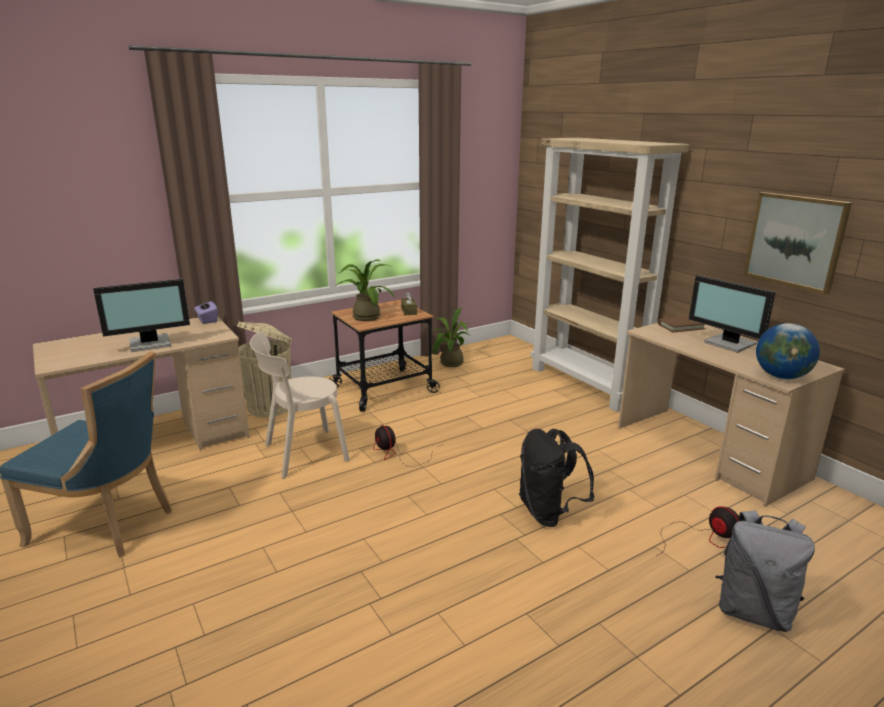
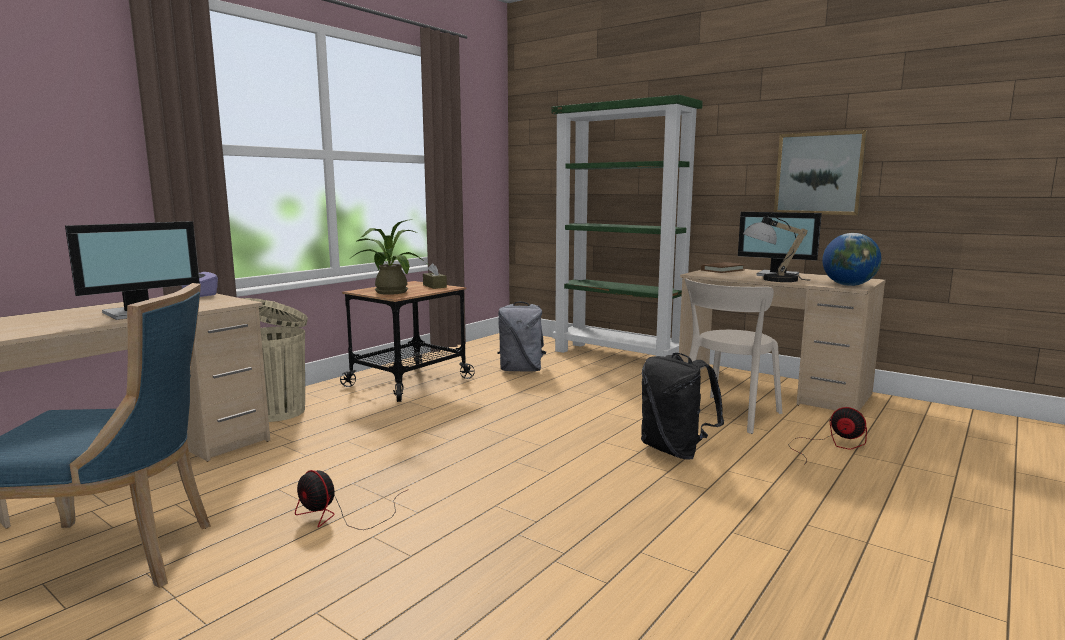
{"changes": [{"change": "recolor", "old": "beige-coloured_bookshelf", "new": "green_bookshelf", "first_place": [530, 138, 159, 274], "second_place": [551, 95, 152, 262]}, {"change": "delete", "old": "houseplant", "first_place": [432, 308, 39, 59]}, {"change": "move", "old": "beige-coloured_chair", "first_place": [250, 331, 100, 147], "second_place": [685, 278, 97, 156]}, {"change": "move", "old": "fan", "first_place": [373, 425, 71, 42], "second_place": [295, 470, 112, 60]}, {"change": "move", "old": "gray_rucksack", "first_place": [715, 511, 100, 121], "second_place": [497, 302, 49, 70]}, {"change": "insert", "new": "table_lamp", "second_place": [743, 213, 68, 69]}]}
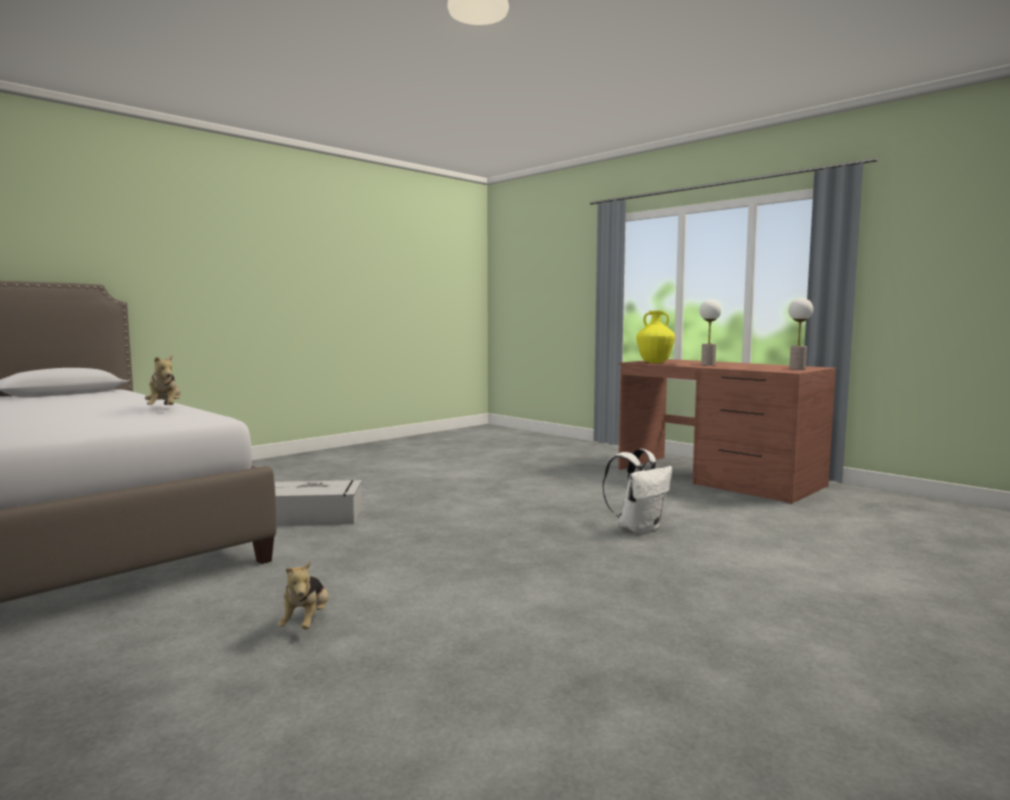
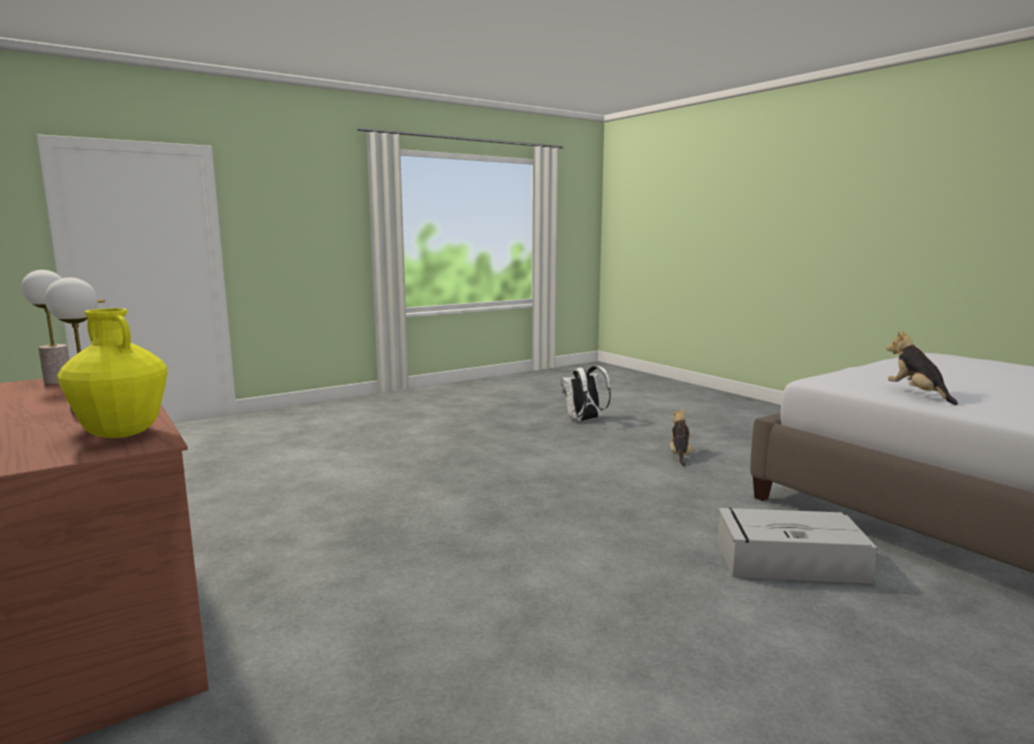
{"changes": [{"change": "move", "old": "white_rucksack", "first_place": [602, 449, 70, 85], "second_place": [561, 366, 50, 56]}]}
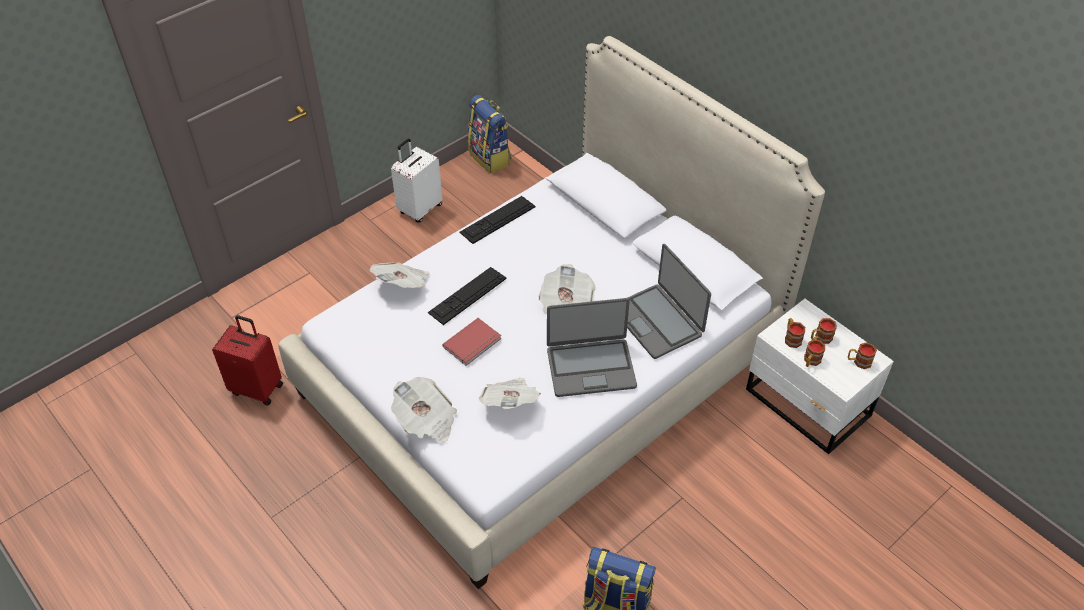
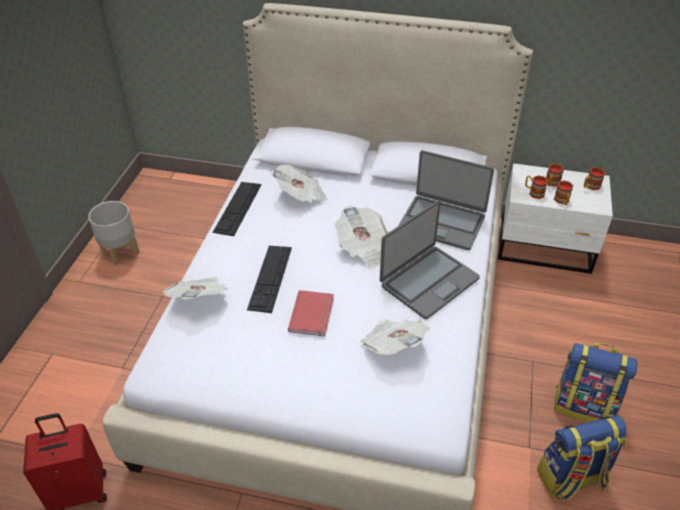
{"changes": [{"change": "move", "old": "rucksack", "first_place": [468, 95, 43, 78], "second_place": [554, 343, 83, 79]}, {"change": "replace", "old": "white_travel_case", "new": "gray_plant_pot", "first_place": [391, 138, 51, 85], "second_place": [88, 201, 51, 65]}, {"change": "move", "old": "printed_paper", "first_place": [391, 377, 66, 65], "second_place": [271, 165, 57, 38]}]}
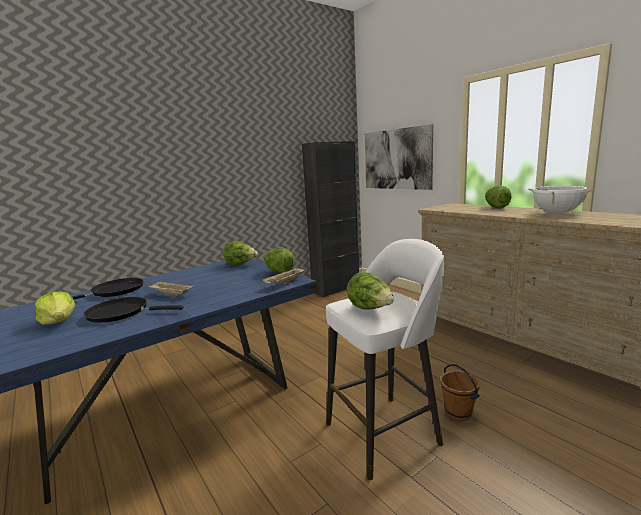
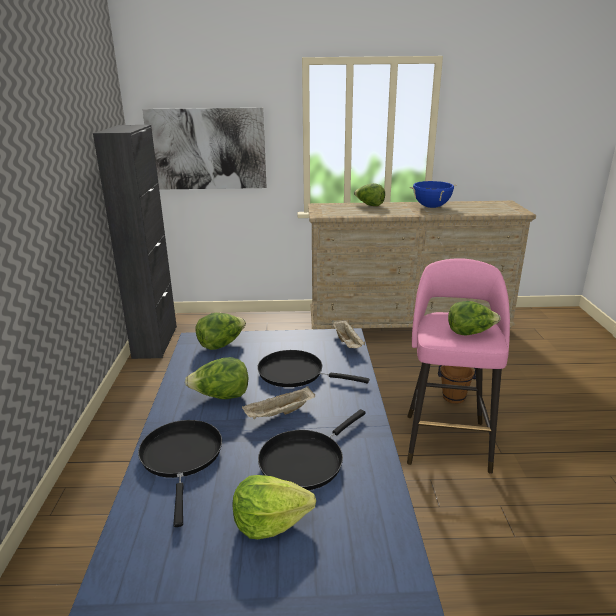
{"changes": [{"change": "recolor", "old": "white_cooking_pot", "new": "blue-coloured_cooking_pot", "first_place": [528, 186, 66, 28], "second_place": [410, 181, 47, 27]}, {"change": "recolor", "old": "white_stool", "new": "pink-coloured_stool", "first_place": [326, 239, 118, 241], "second_place": [407, 258, 103, 216]}, {"change": "move", "old": "lettuce", "first_place": [264, 247, 31, 27], "second_place": [185, 357, 64, 42]}, {"change": "insert", "new": "blackish_pan", "second_place": [257, 350, 112, 37]}]}
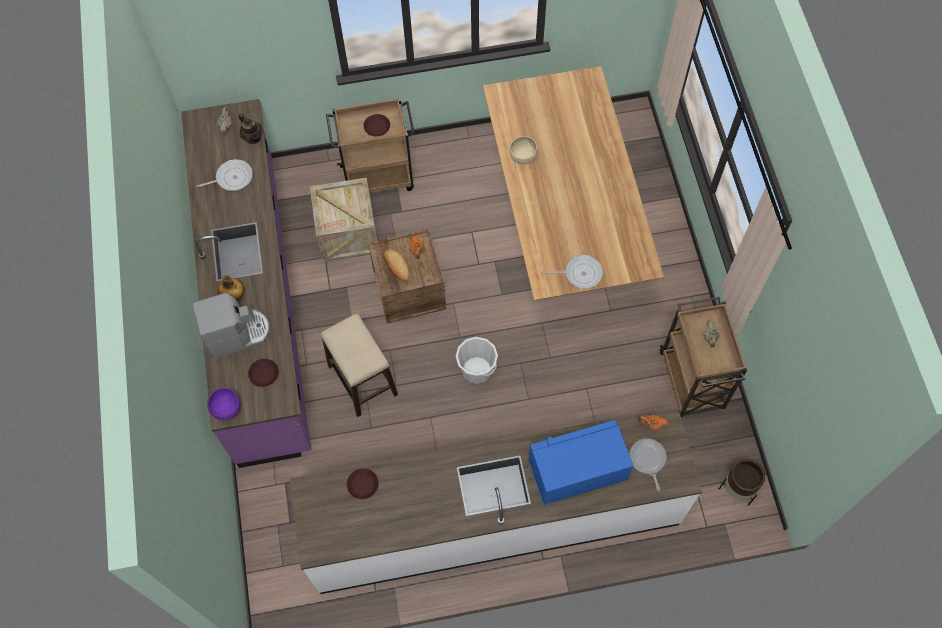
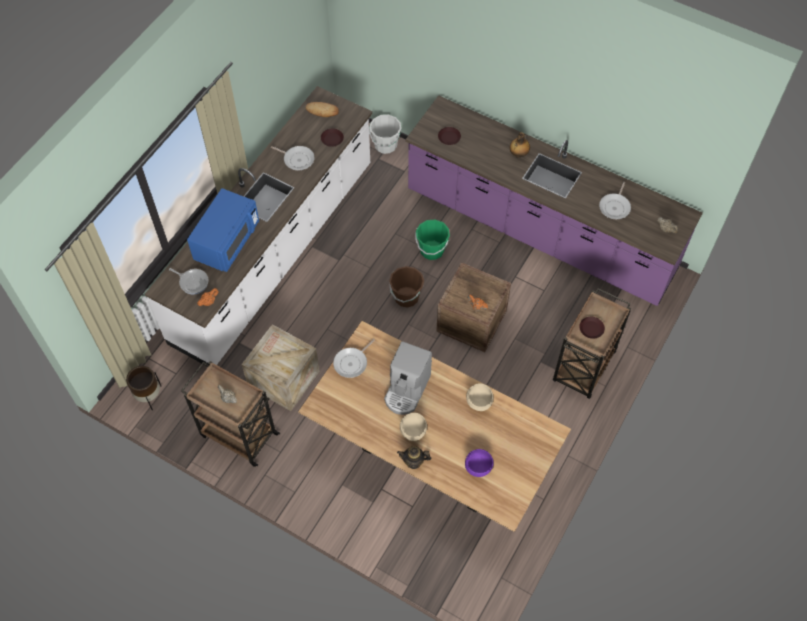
{"changes": [{"change": "move", "old": "pot_for_tea", "first_place": [238, 113, 24, 31], "second_place": [397, 446, 35, 23]}, {"change": "move", "old": "crate", "first_place": [310, 178, 67, 84], "second_place": [242, 324, 78, 87]}, {"change": "move", "old": "bakery_bread", "first_place": [383, 249, 27, 32], "second_place": [305, 102, 34, 15]}, {"change": "move", "old": "coffee_brewer", "first_place": [192, 293, 78, 66], "second_place": [384, 341, 48, 74]}, {"change": "replace", "old": "stool", "new": "green_bucket", "first_place": [321, 314, 77, 103], "second_place": [415, 220, 35, 40]}, {"change": "move", "old": "white_bucket", "first_place": [456, 337, 42, 47], "second_place": [369, 115, 32, 39]}, {"change": "move", "old": "purple-coloured_deep_dish", "first_place": [207, 388, 33, 32], "second_place": [465, 449, 29, 28]}, {"change": "insert", "new": "pan", "second_place": [271, 146, 43, 24]}, {"change": "insert", "new": "brownish_bucket", "second_place": [389, 266, 35, 41]}, {"change": "insert", "new": "beige-coloured_deep_dish", "second_place": [400, 413, 27, 28]}]}
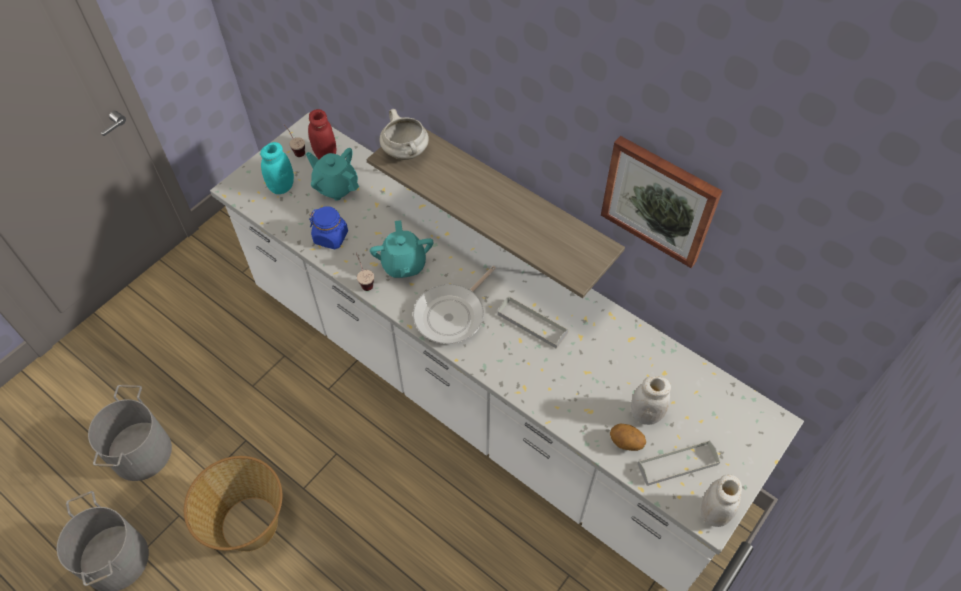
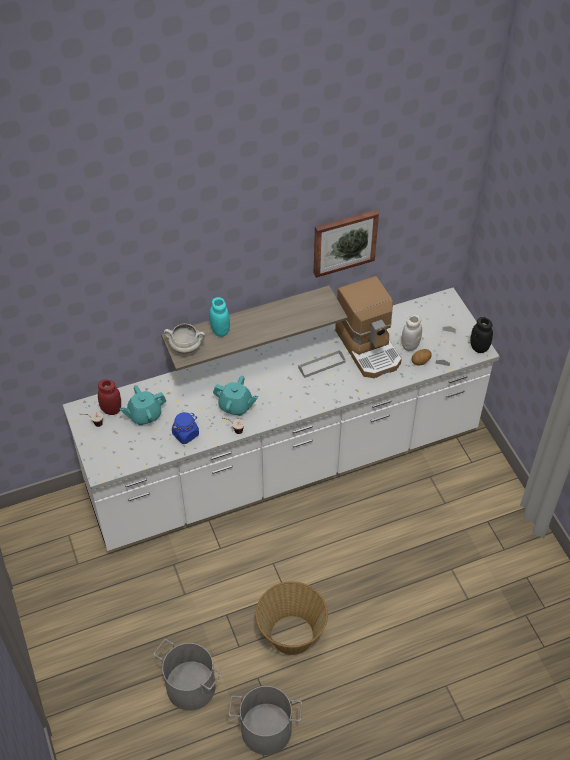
{"changes": [{"change": "move", "old": "turquoise-coloured_storage_jar", "first_place": [260, 142, 34, 52], "second_place": [209, 297, 21, 40]}, {"change": "delete", "old": "pan", "first_place": [413, 266, 83, 78]}, {"change": "recolor", "old": "white_storage_jar", "new": "blackish_storage_jar", "first_place": [700, 474, 42, 53], "second_place": [470, 317, 23, 36]}, {"change": "insert", "new": "coffee_brewer", "second_place": [335, 276, 67, 102]}]}
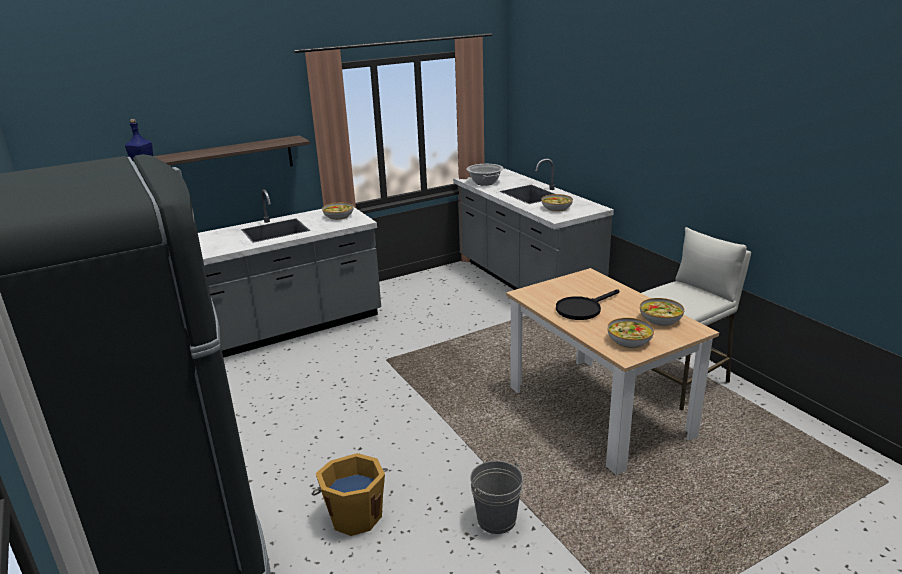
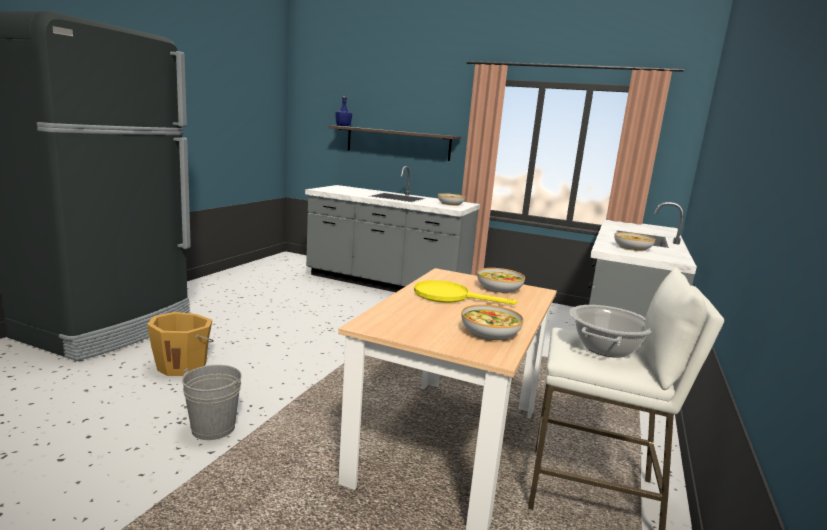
{"changes": [{"change": "move", "old": "cooking_pot", "first_place": [467, 164, 37, 21], "second_place": [570, 305, 82, 53]}, {"change": "recolor", "old": "blackish_pan", "new": "yellow_pan", "first_place": [556, 289, 63, 31], "second_place": [414, 280, 103, 25]}, {"change": "move", "old": "deep_dish", "first_place": [607, 318, 47, 30], "second_place": [477, 268, 48, 26]}]}
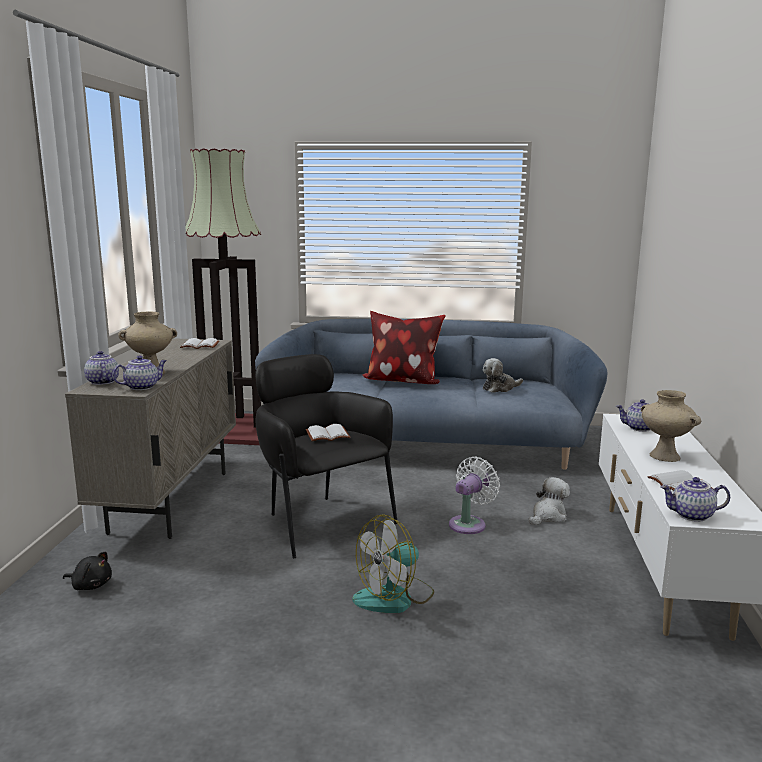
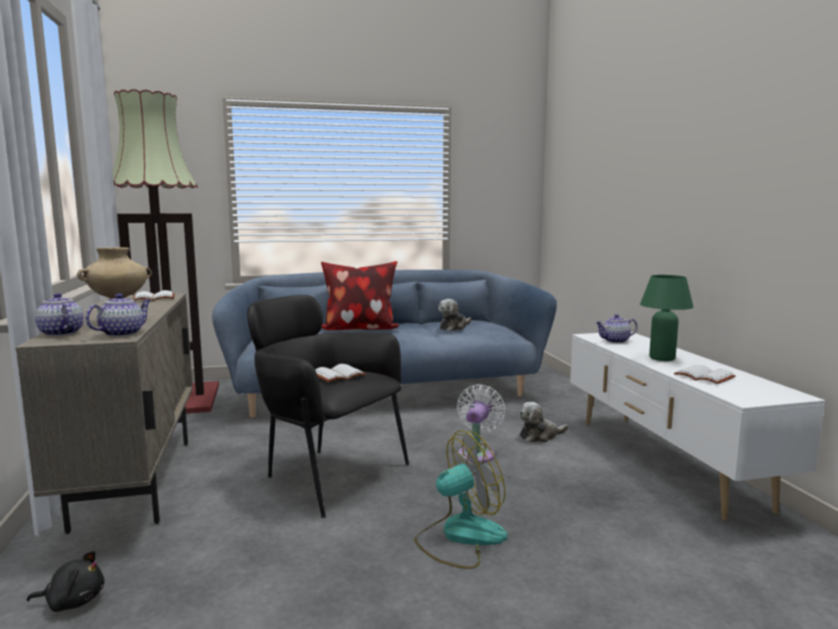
{"changes": [{"change": "replace", "old": "beige-coloured_decorative_vase", "new": "green_table_lamp", "first_place": [641, 390, 60, 72], "second_place": [640, 275, 54, 86]}, {"change": "rotate", "old": "plush_toy", "first_place": [529, 477, 41, 48], "second_place": [519, 402, 49, 40], "degrees": -135}, {"change": "delete", "old": "pot_for_tea", "first_place": [660, 477, 70, 45]}, {"change": "rotate", "old": "fan", "first_place": [352, 514, 82, 99], "second_place": [414, 430, 94, 139], "degrees": -150}]}
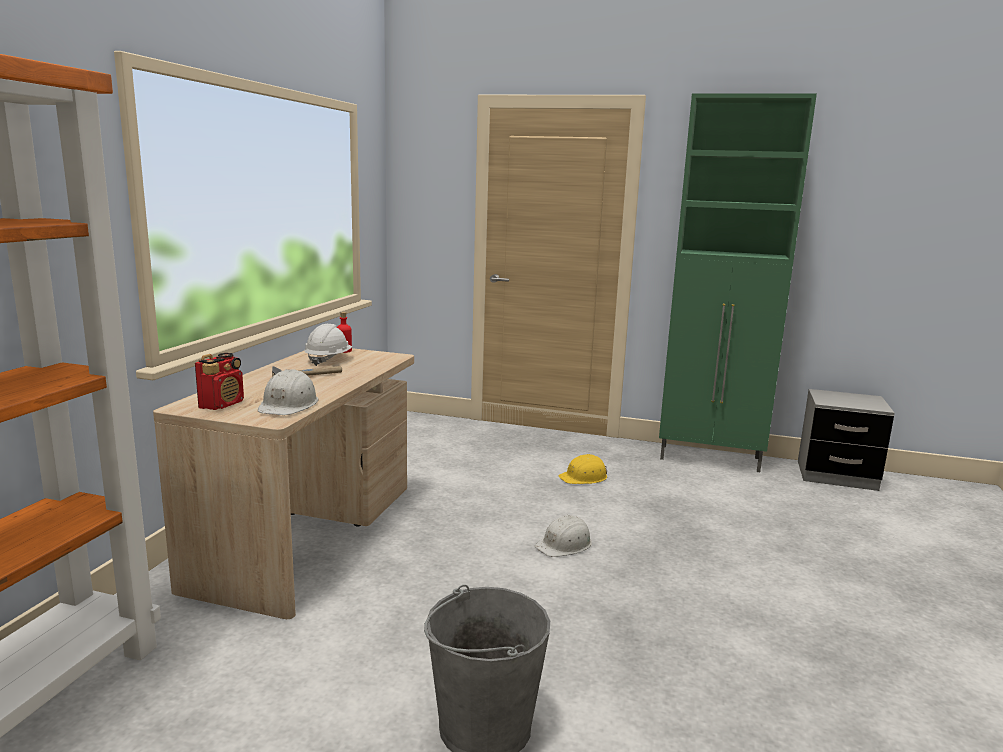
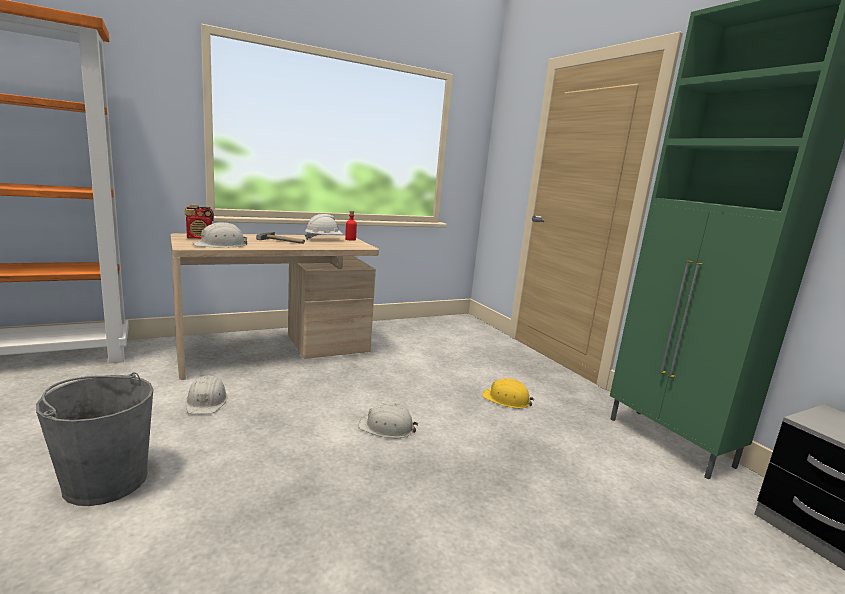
{"changes": [{"change": "insert", "new": "white_hard_hat", "second_place": [186, 375, 42, 39]}]}
